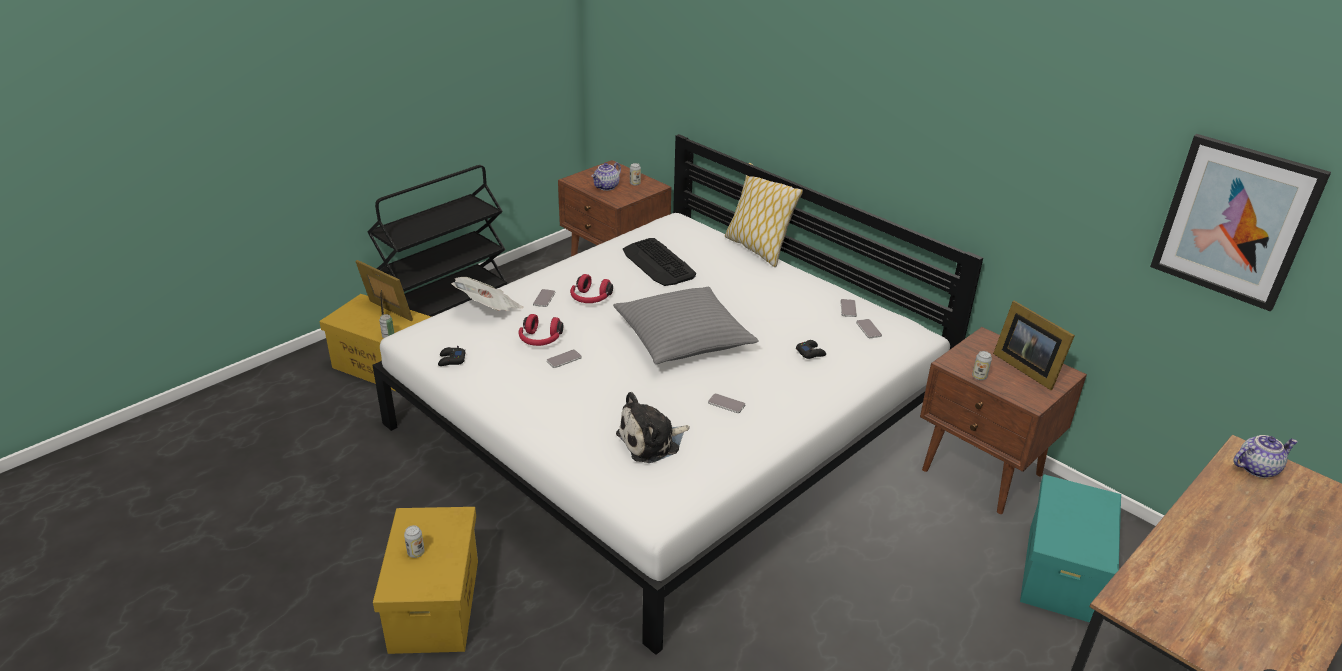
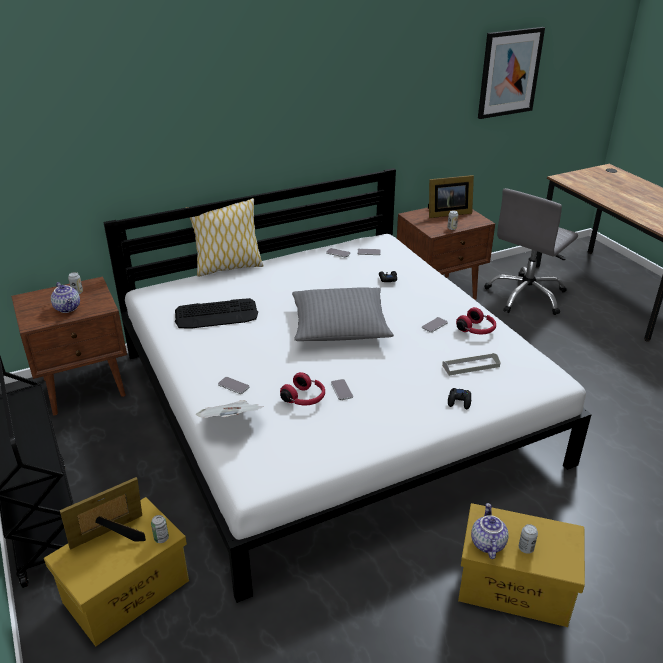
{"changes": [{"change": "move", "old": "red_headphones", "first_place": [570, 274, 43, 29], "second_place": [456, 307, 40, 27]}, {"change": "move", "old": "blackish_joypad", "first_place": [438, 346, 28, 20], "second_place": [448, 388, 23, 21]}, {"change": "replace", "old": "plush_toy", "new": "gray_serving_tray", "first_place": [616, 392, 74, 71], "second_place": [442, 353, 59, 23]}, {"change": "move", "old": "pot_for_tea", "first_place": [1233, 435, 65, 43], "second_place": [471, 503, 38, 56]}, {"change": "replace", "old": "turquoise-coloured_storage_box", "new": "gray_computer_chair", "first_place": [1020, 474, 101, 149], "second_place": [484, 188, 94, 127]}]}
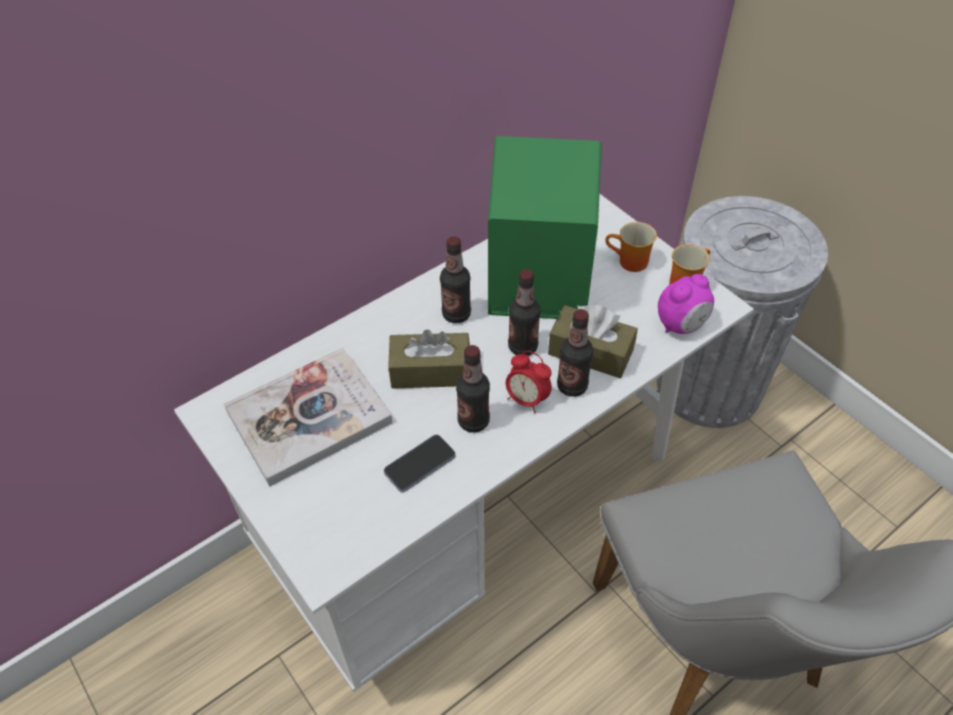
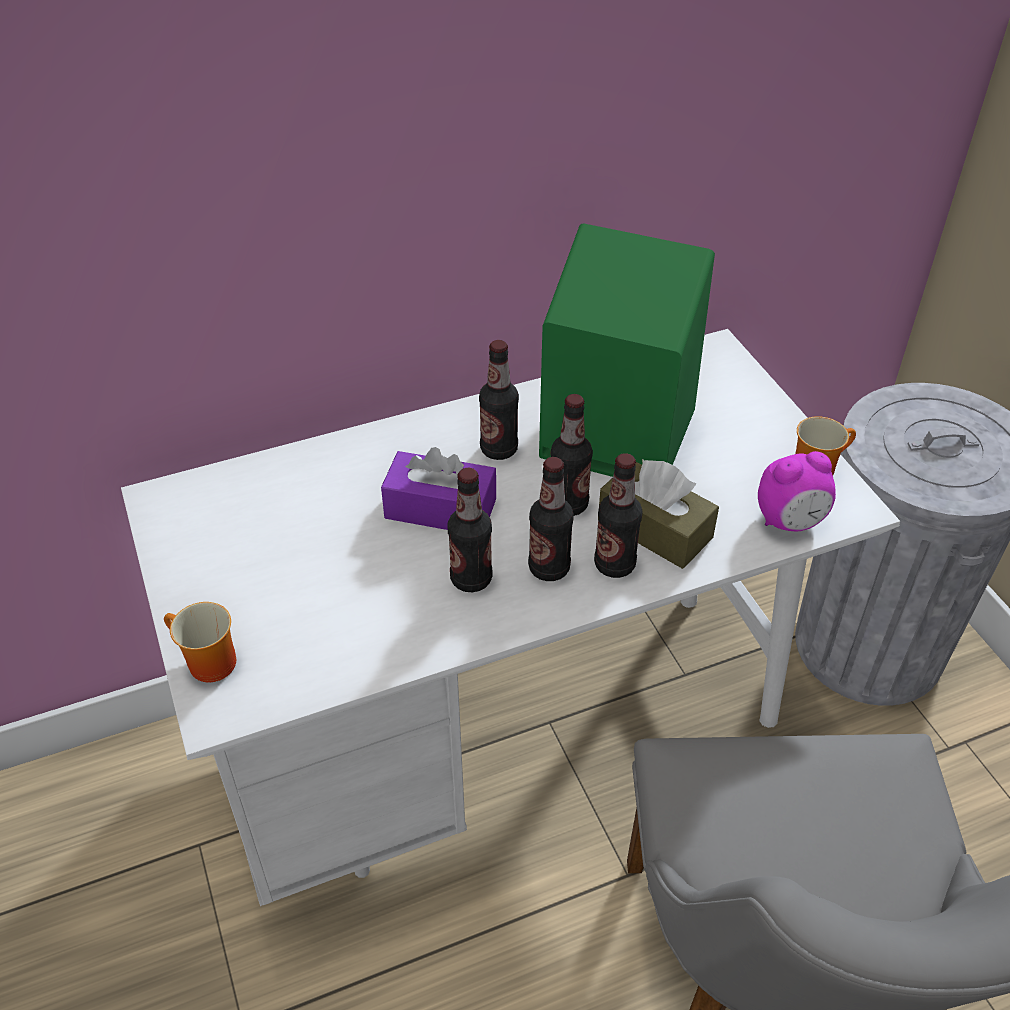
{"changes": [{"change": "move", "old": "coffee_mug", "first_place": [605, 222, 52, 50], "second_place": [164, 602, 72, 81]}, {"change": "recolor", "old": "brownish_tissue_box", "new": "purple-coloured_tissue_box", "first_place": [388, 329, 82, 60], "second_place": [381, 447, 115, 83]}, {"change": "delete", "old": "book", "first_place": [224, 348, 168, 139]}, {"change": "replace", "old": "alarm_clock", "new": "drink_bottle", "first_place": [506, 351, 46, 62], "second_place": [528, 457, 46, 124]}, {"change": "delete", "old": "handset", "first_place": [384, 435, 72, 57]}]}
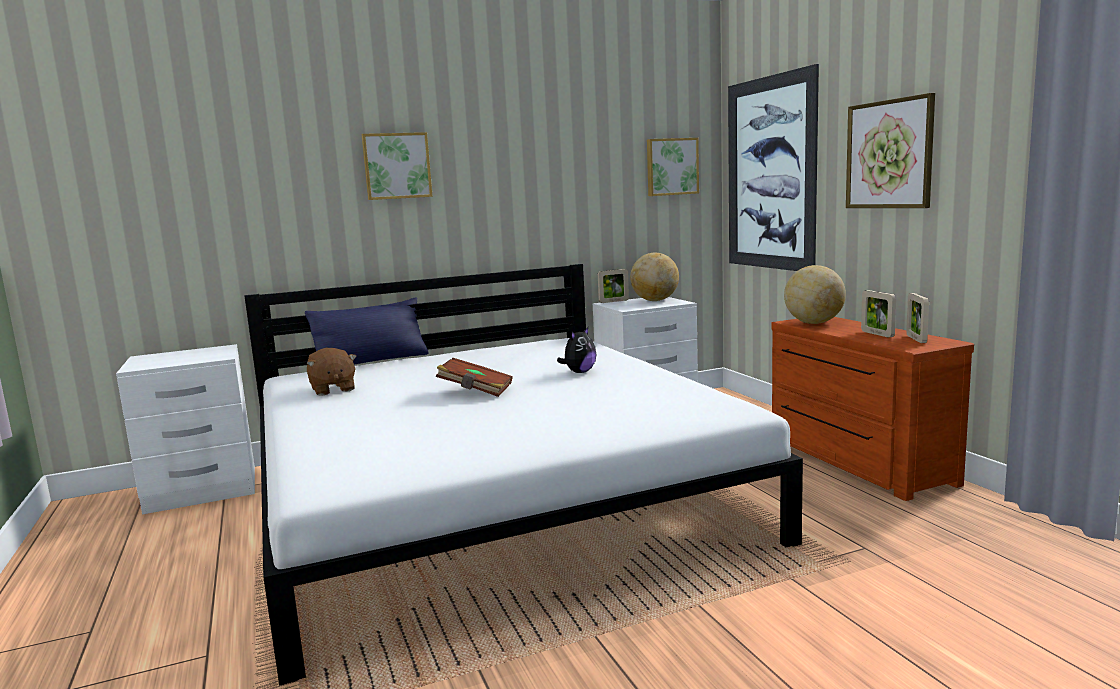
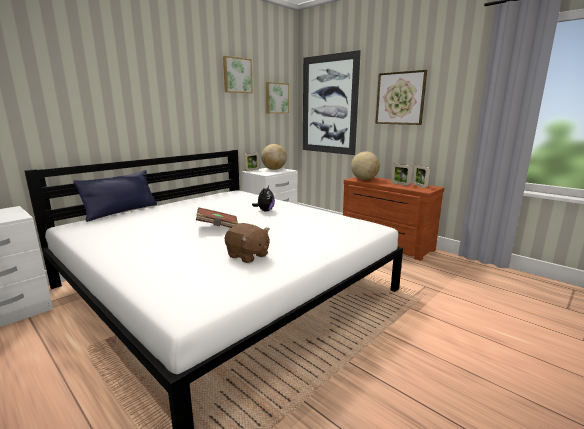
{"changes": [{"change": "move", "old": "wall_picture", "first_place": [362, 132, 71, 68], "second_place": [223, 56, 30, 37]}, {"change": "move", "old": "brownish_plush_toy", "first_place": [307, 348, 50, 48], "second_place": [224, 223, 46, 40]}]}
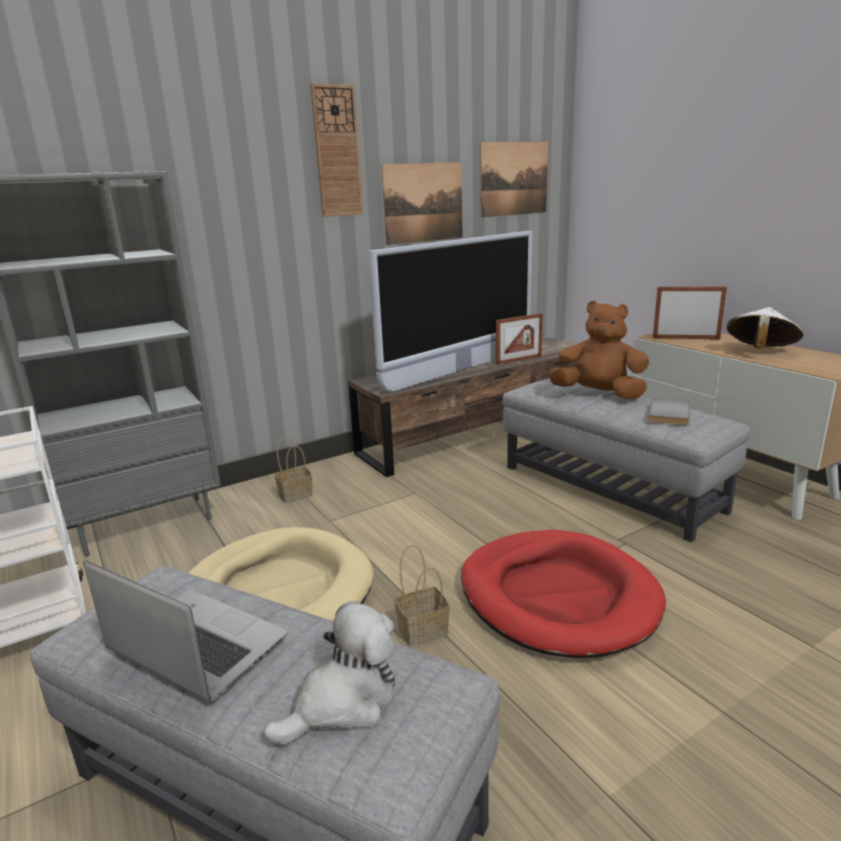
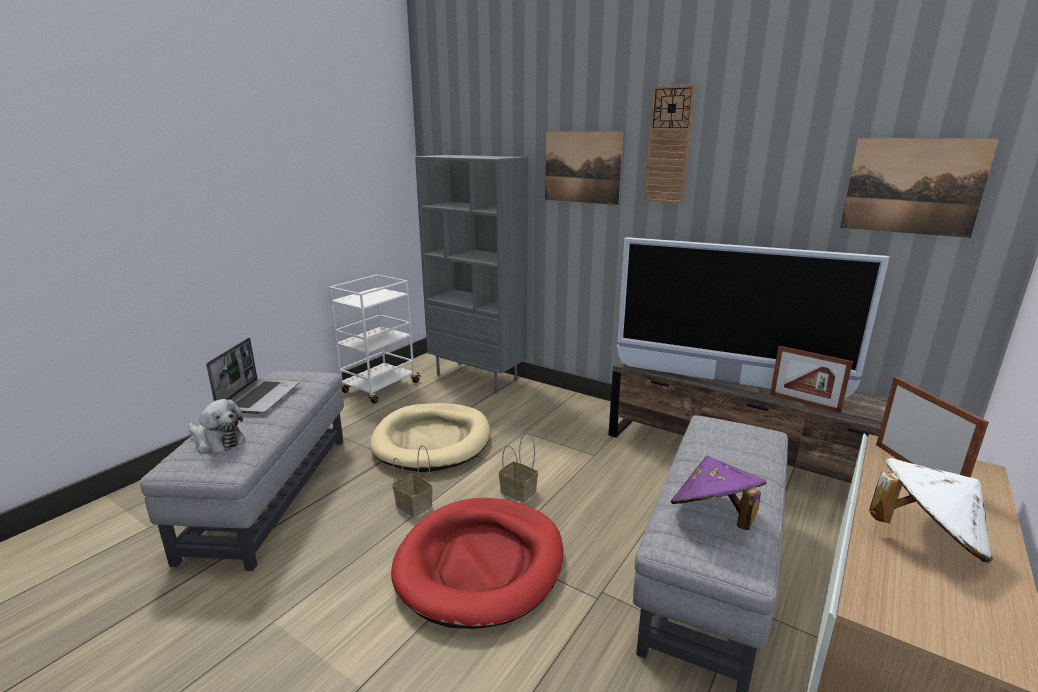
{"changes": [{"change": "move", "old": "wall_picture", "first_place": [381, 162, 82, 83], "second_place": [545, 131, 79, 74]}, {"change": "delete", "old": "brownish_plush_toy", "first_place": [548, 301, 101, 99]}, {"change": "replace", "old": "gray_book", "new": "purple-coloured_clothing_hat", "first_place": [648, 398, 42, 27], "second_place": [671, 456, 96, 74]}, {"change": "move", "old": "storage_basket", "first_place": [274, 436, 39, 67], "second_place": [499, 433, 39, 69]}]}
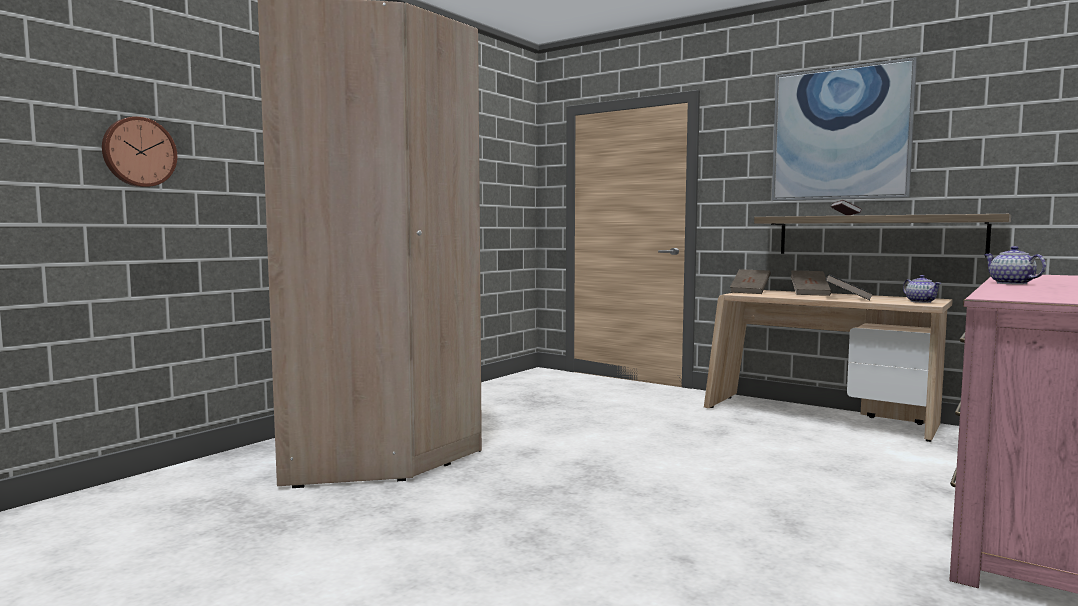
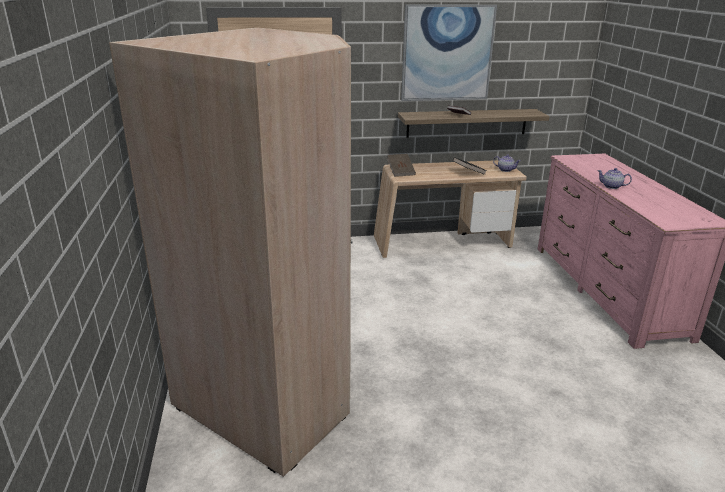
{"changes": [{"change": "delete", "old": "clock_on_the_wall", "first_place": [102, 117, 75, 70]}, {"change": "delete", "old": "brownish_book", "first_place": [791, 271, 40, 25]}]}
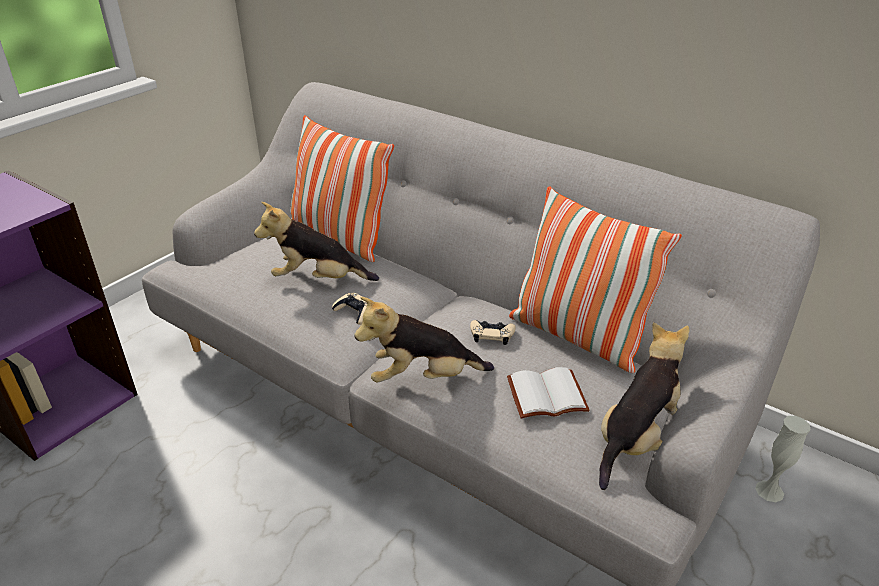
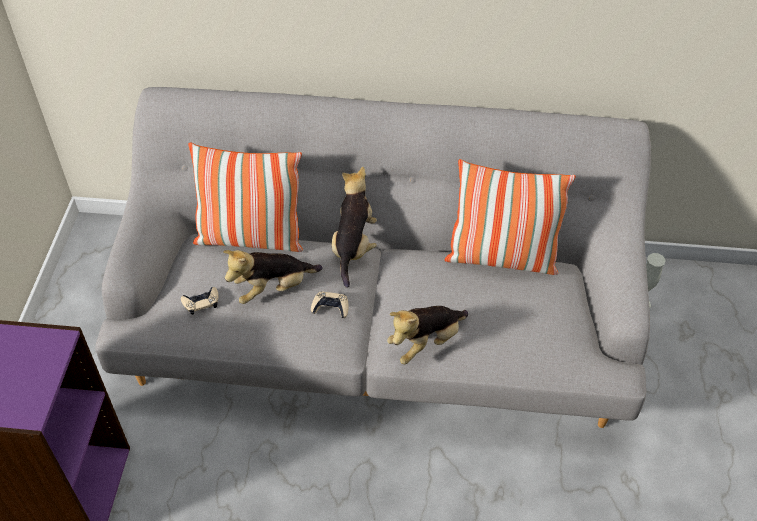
{"changes": [{"change": "move", "old": "beige-coloured_joypad", "first_place": [470, 320, 46, 25], "second_place": [181, 287, 37, 28]}, {"change": "move", "old": "plush_toy", "first_place": [599, 322, 91, 168], "second_place": [332, 166, 45, 122]}, {"change": "delete", "old": "white_book", "first_place": [507, 367, 83, 52]}]}
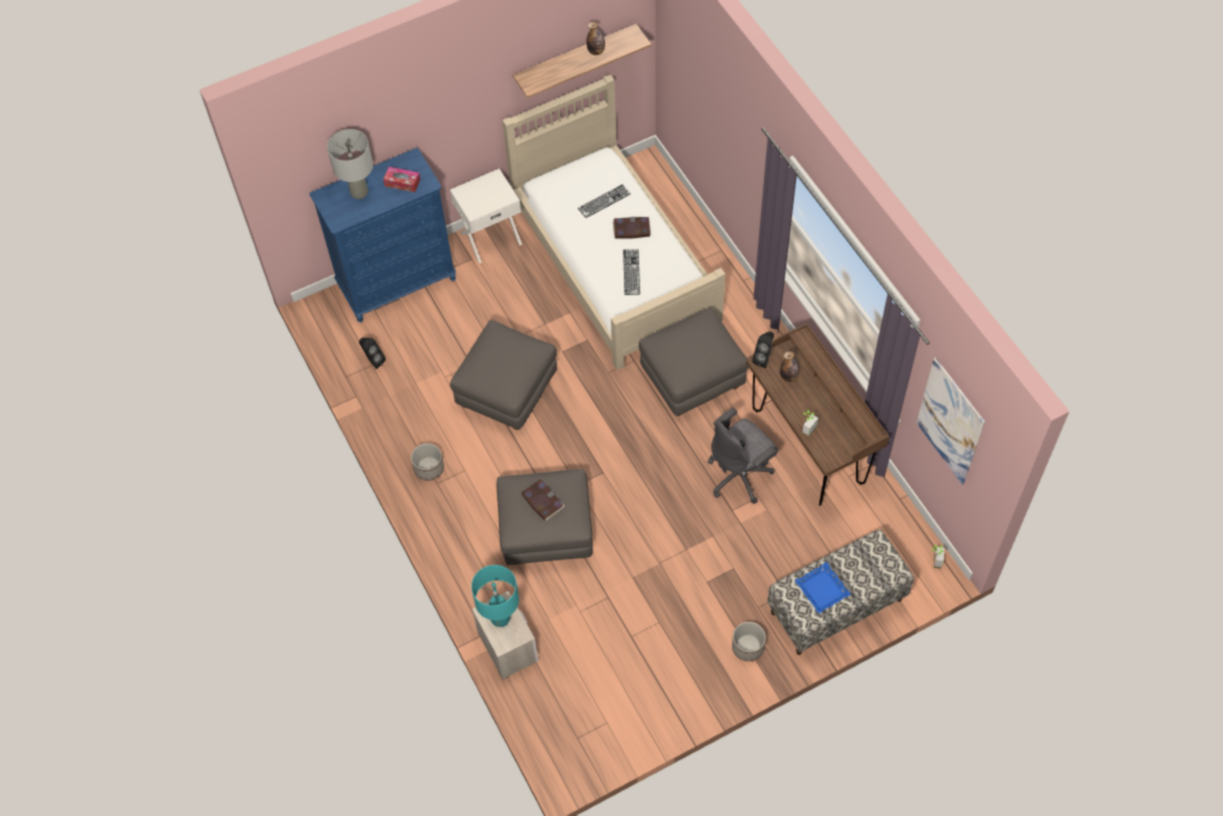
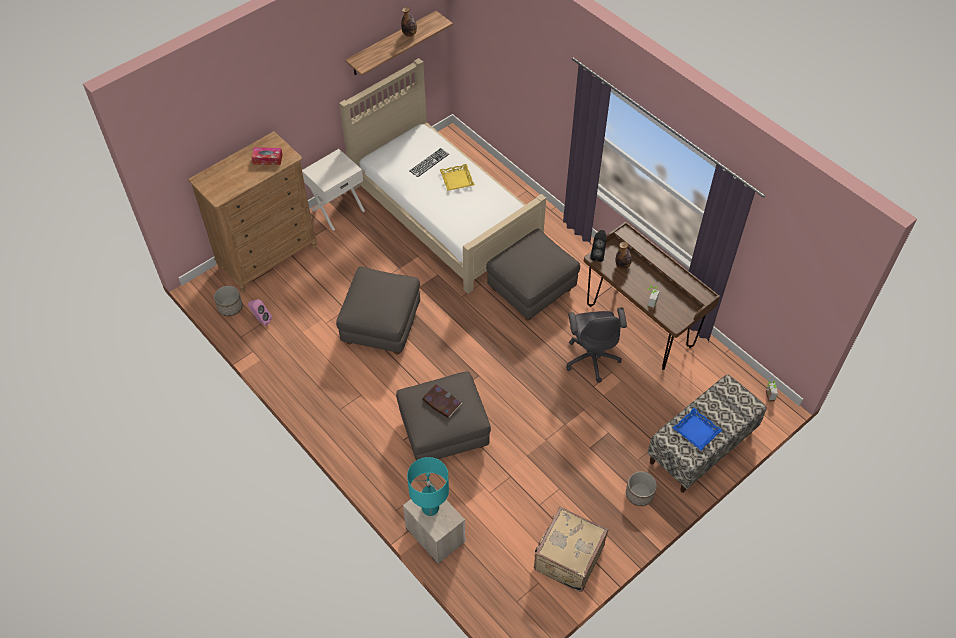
{"changes": [{"change": "delete", "old": "gray_table_lamp", "first_place": [327, 129, 46, 70]}, {"change": "recolor", "old": "blue-coloured_drawer_chest", "new": "brownish_drawer_chest", "first_place": [309, 147, 147, 175], "second_place": [188, 131, 129, 161]}, {"change": "replace", "old": "book", "new": "yellow_serving_tray", "first_place": [613, 217, 38, 22], "second_place": [440, 164, 35, 27]}, {"change": "delete", "old": "PC_keyboard", "first_place": [623, 249, 17, 46]}, {"change": "recolor", "old": "blackish_audio_speaker", "new": "pink-coloured_audio_speaker", "first_place": [359, 338, 27, 31], "second_place": [248, 299, 24, 27]}, {"change": "delete", "old": "wall_picture", "first_place": [916, 357, 69, 128]}, {"change": "rotate", "old": "gray_computer_chair", "first_place": [707, 408, 71, 96], "second_place": [567, 307, 60, 76], "degrees": -45}, {"change": "move", "old": "plant_pot", "first_place": [411, 443, 33, 38], "second_place": [214, 286, 29, 30]}, {"change": "insert", "new": "beige-coloured_travel_case", "second_place": [534, 507, 74, 85]}]}
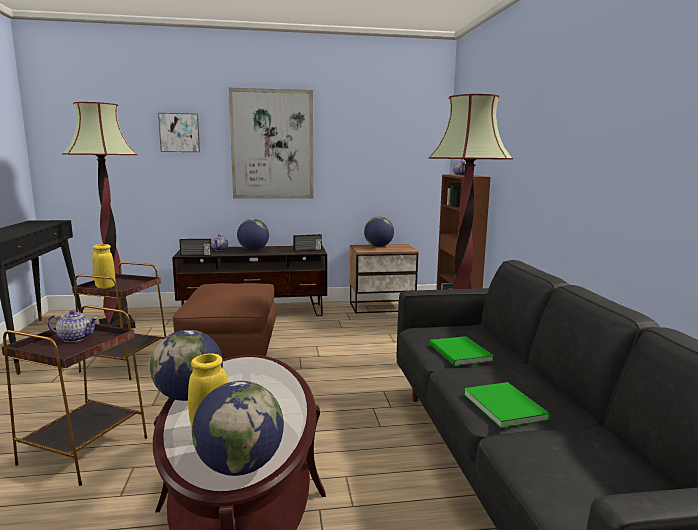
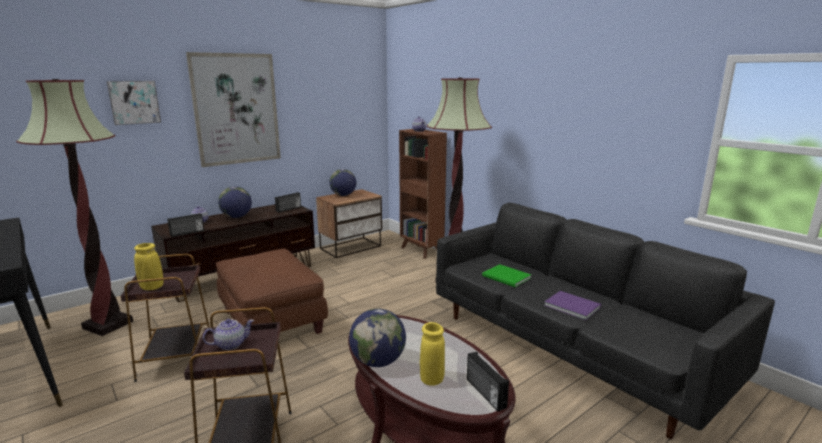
{"changes": [{"change": "replace", "old": "globe", "new": "radio", "first_place": [192, 381, 92, 95], "second_place": [467, 351, 42, 60]}, {"change": "recolor", "old": "green_book", "new": "purple-coloured_book", "first_place": [464, 382, 87, 46], "second_place": [544, 291, 57, 29]}]}
